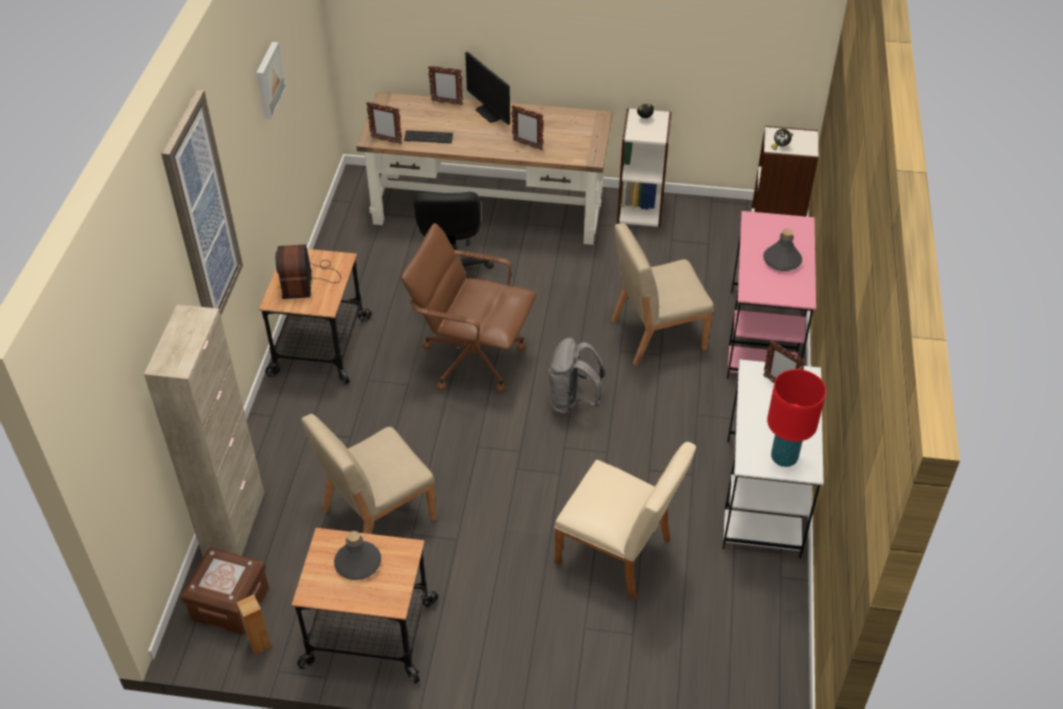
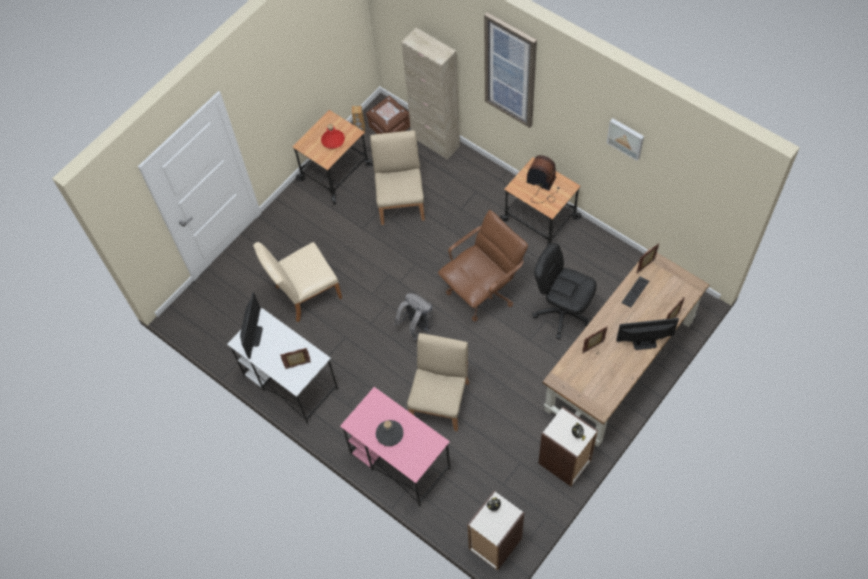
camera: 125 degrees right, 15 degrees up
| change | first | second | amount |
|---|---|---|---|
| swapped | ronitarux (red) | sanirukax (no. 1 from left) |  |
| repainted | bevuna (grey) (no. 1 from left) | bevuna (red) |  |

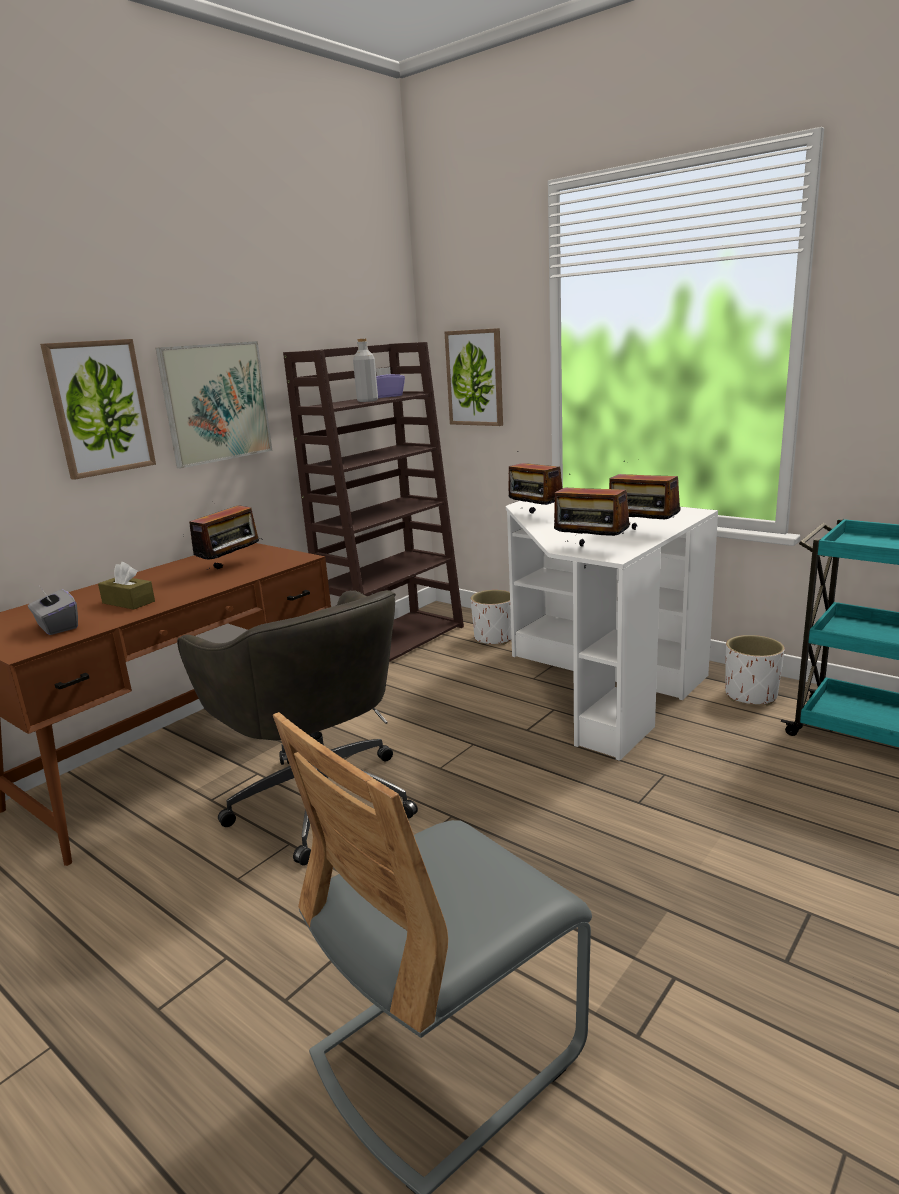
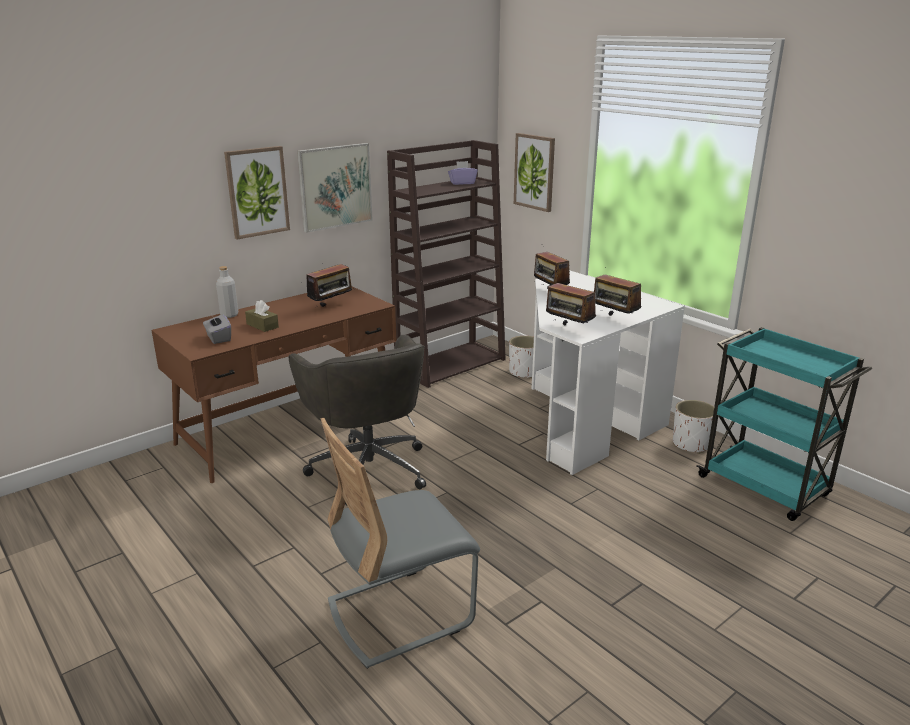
camera: 10 degrees right, 5 degrees up
| change | first | second | amount |
|---|---|---|---|
| shifted | bevuna (grey) |  |  |

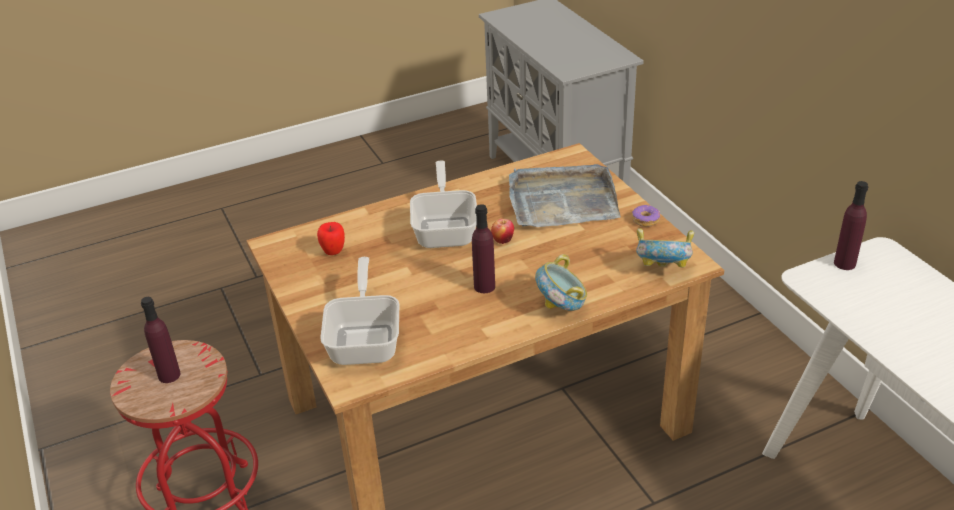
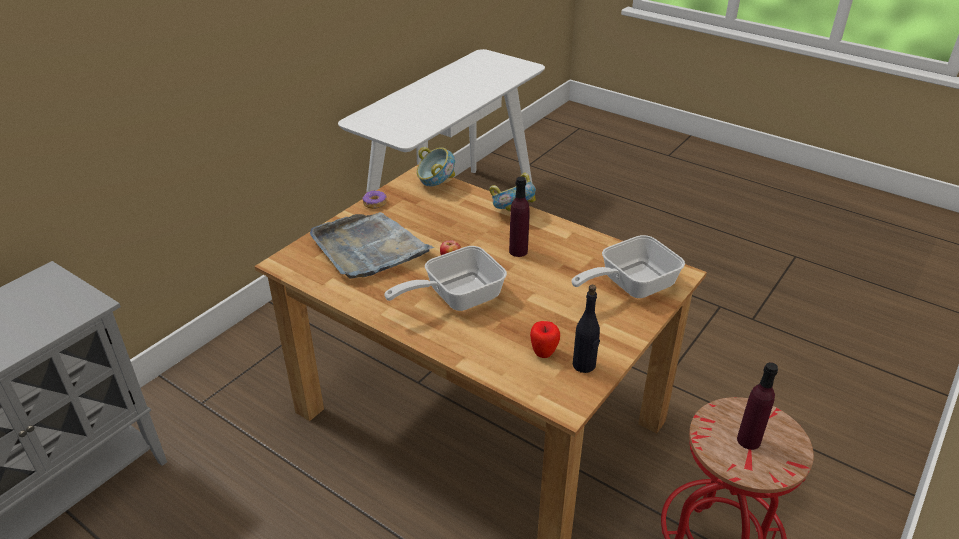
camera: 120 degrees left, 0 degrees up
| change | first | second | amount |
|---|---|---|---|
| new |  | bevuna (black) |  |
| gone | bevuna (purple) (no. 3 from left) |  |  |

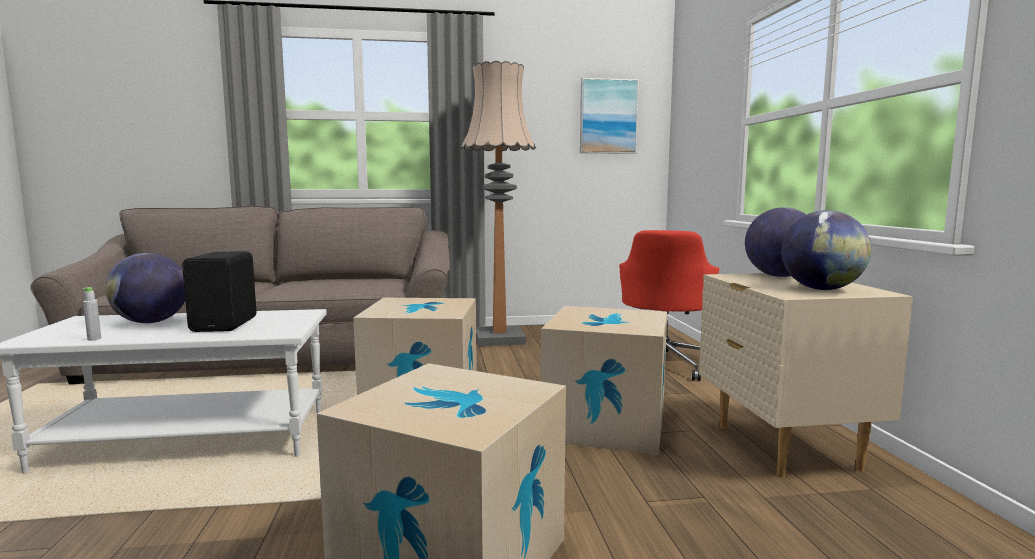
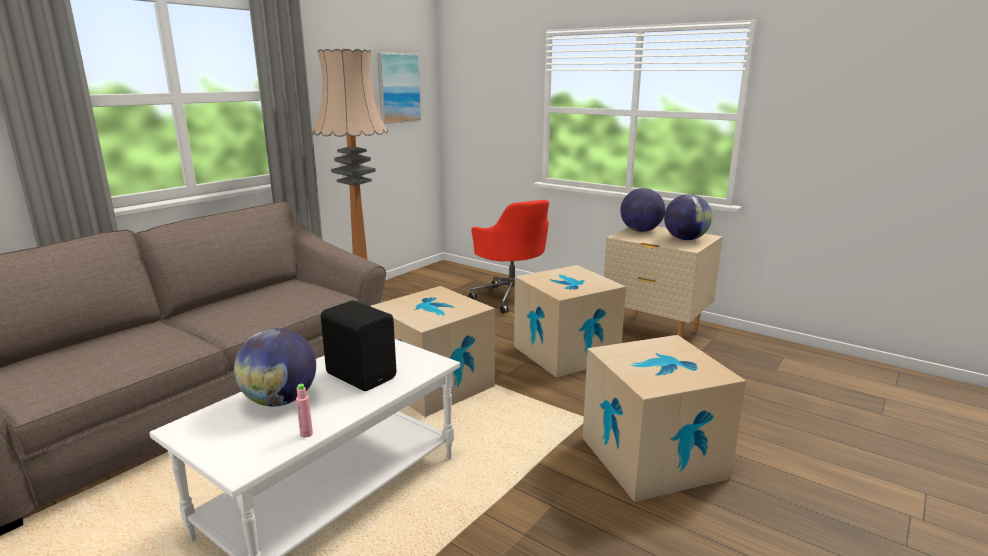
camera: 45 degrees left, 10 degrees up
| change | first | second | amount |
|---|---|---|---|
| repainted | bevuna (grey) | bevuna (pink) |  |

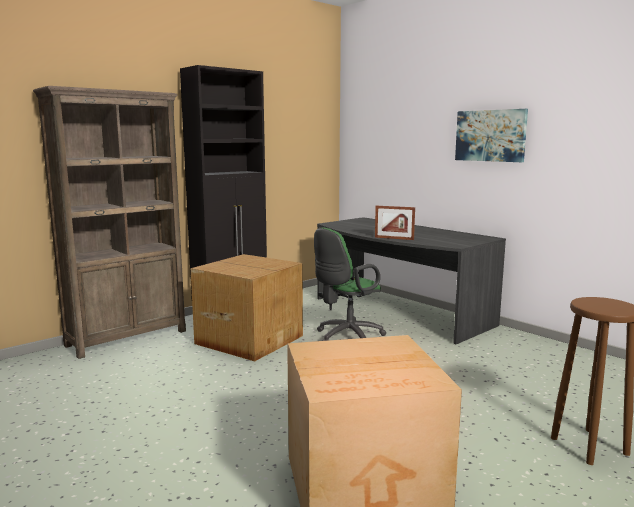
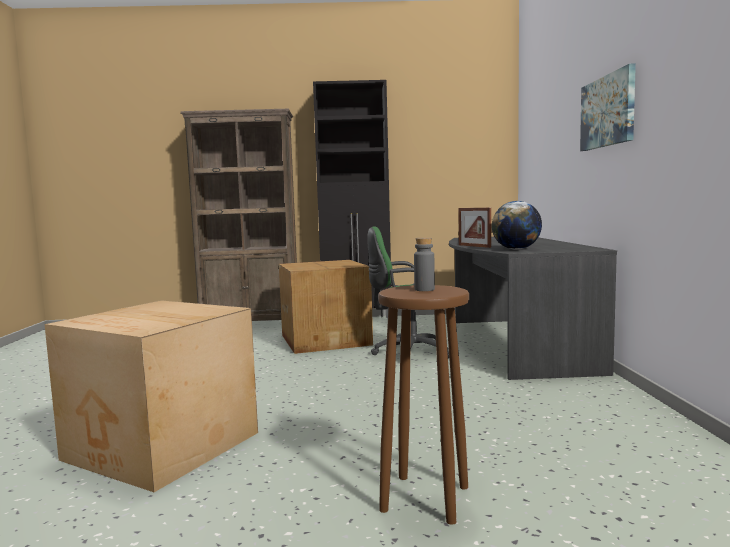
camera: 40 degrees right, 5 degrees down
| change | first | second | amount |
|---|---|---|---|
| new |  | bevuna (grey) |  |
| new |  | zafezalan |  |

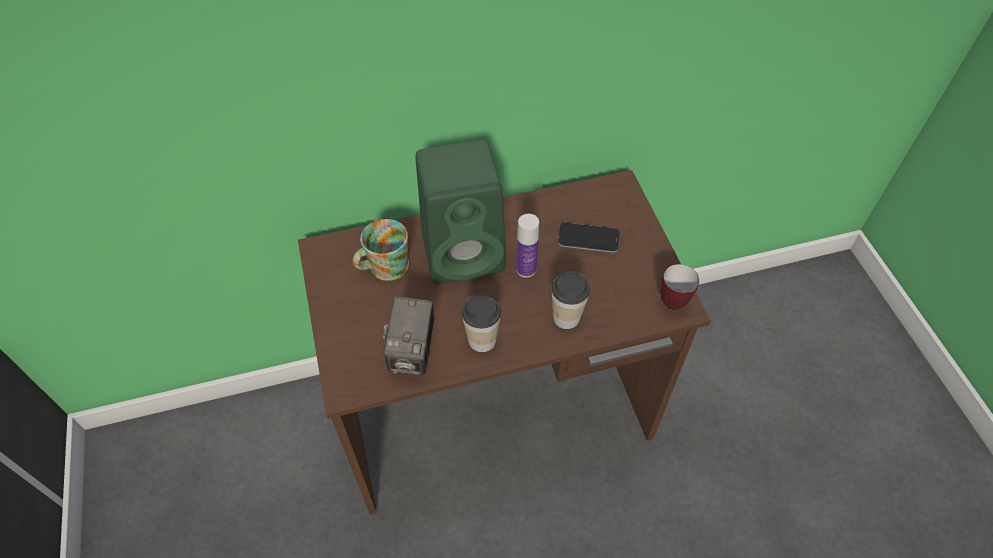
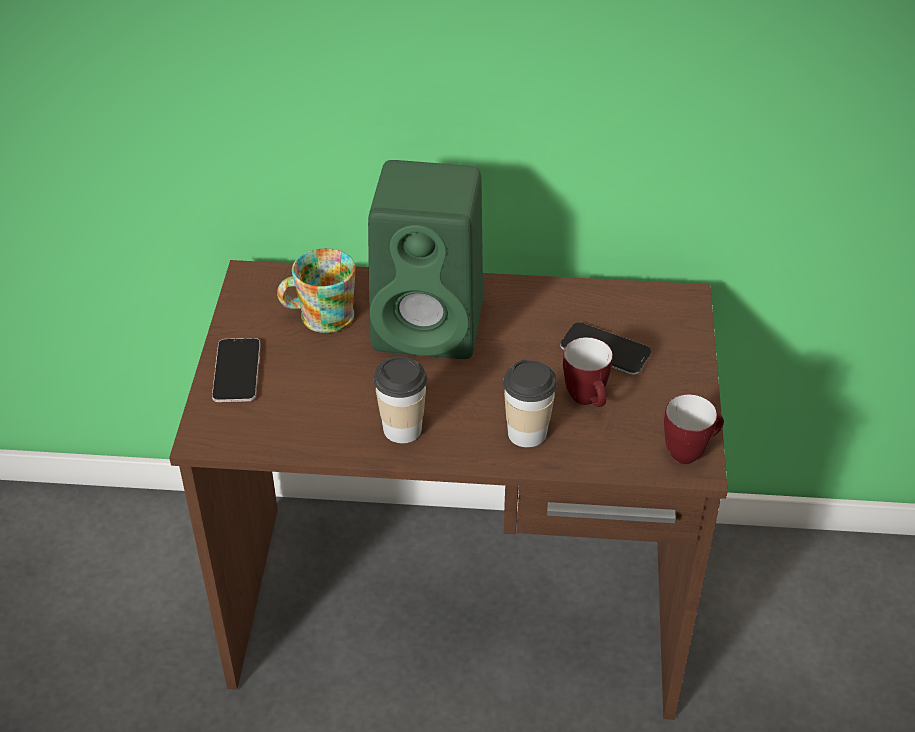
camera: 20 degrees right, 10 degrees down
| change | first | second | amount |
|---|---|---|---|
| new |  | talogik (no. 1 from left) |  |
| new |  | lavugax (no. 2 from left) |  |
| gone | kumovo |  |  |
| gone | bevuna |  |  |

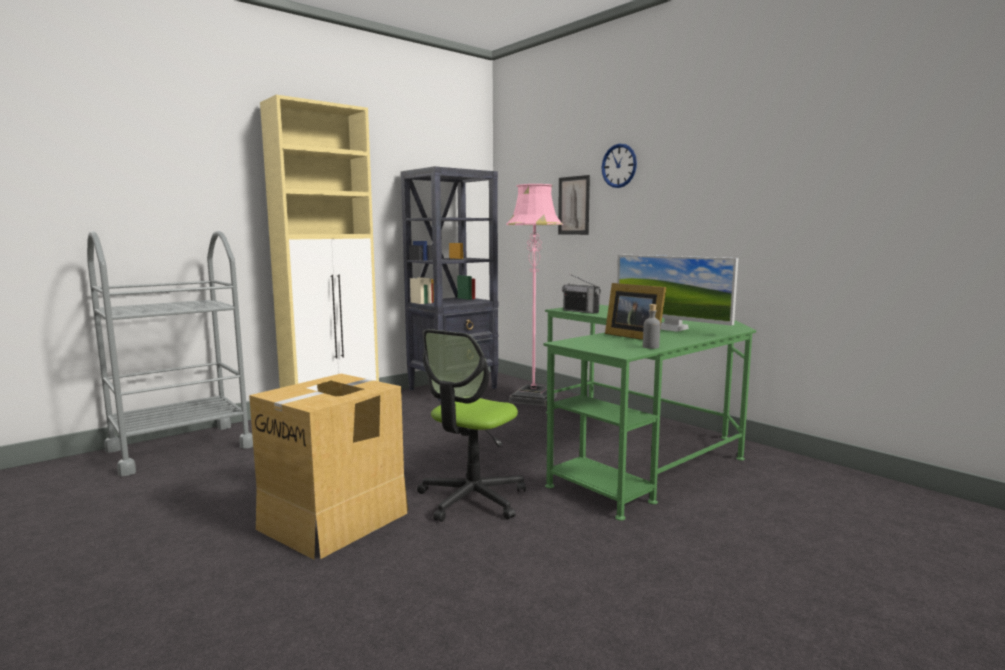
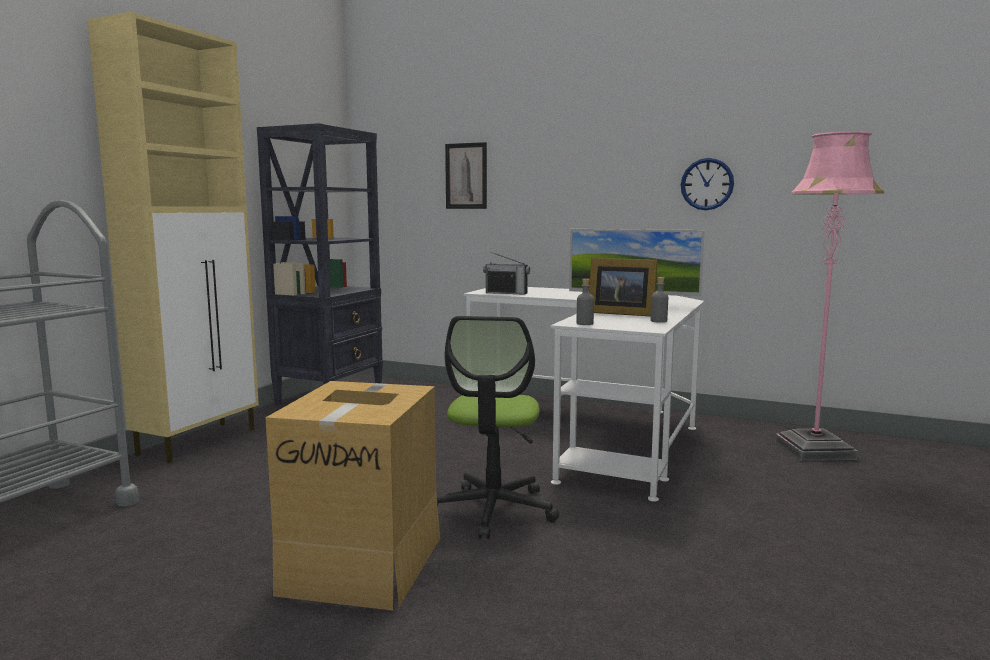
camera: 25 degrees left, 0 degrees up
| change | first | second | amount |
|---|---|---|---|
| repainted | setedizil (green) | setedizil (white) |  |
| new |  | bevuna (grey) (no. 1 from left) |  |
| shifted | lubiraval |  |  |
| shifted | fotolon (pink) |  |  |

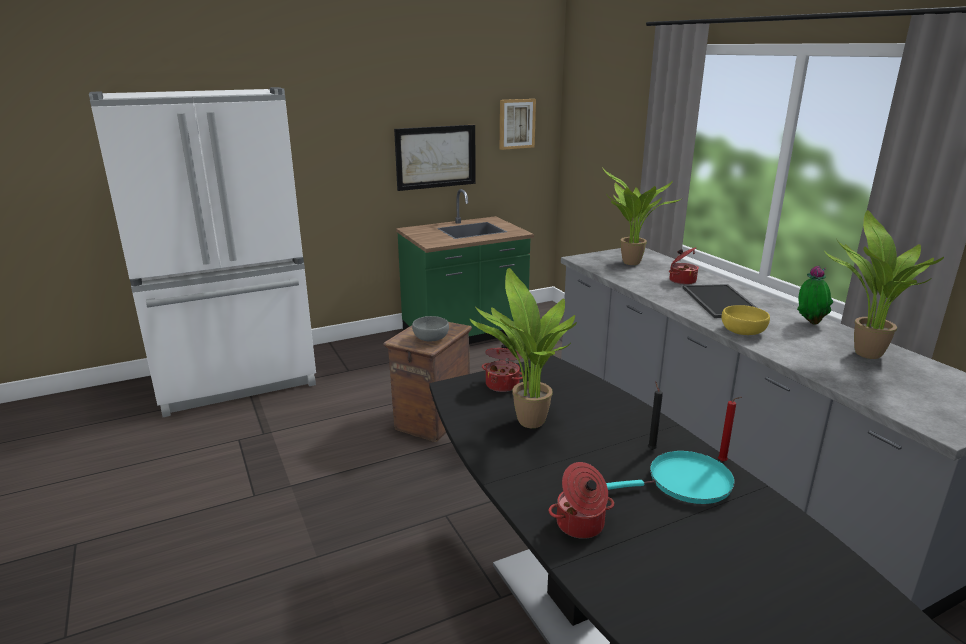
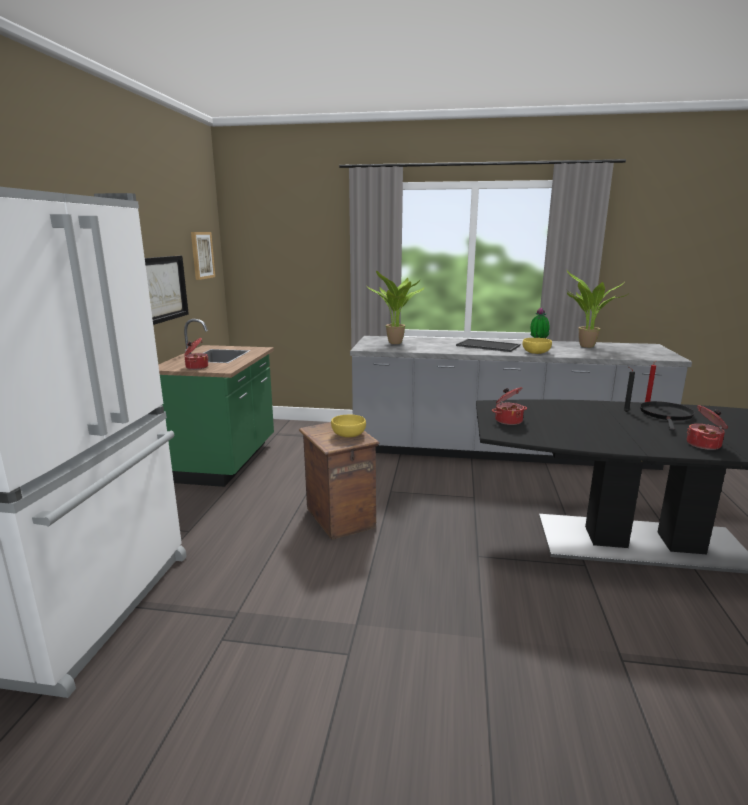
camera: 55 degrees left, 5 degrees down
| change | first | second | amount |
|---|---|---|---|
| shifted | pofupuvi (no. 3 from left in the first image) | pofupuvi (no. 1 from left) |  |
| repainted | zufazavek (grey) | zufazavek (yellow) (no. 1 from left) |  |
| repainted | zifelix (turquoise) | zifelix (black) |  |
| gone | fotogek (no. 1 from left) |  |  |

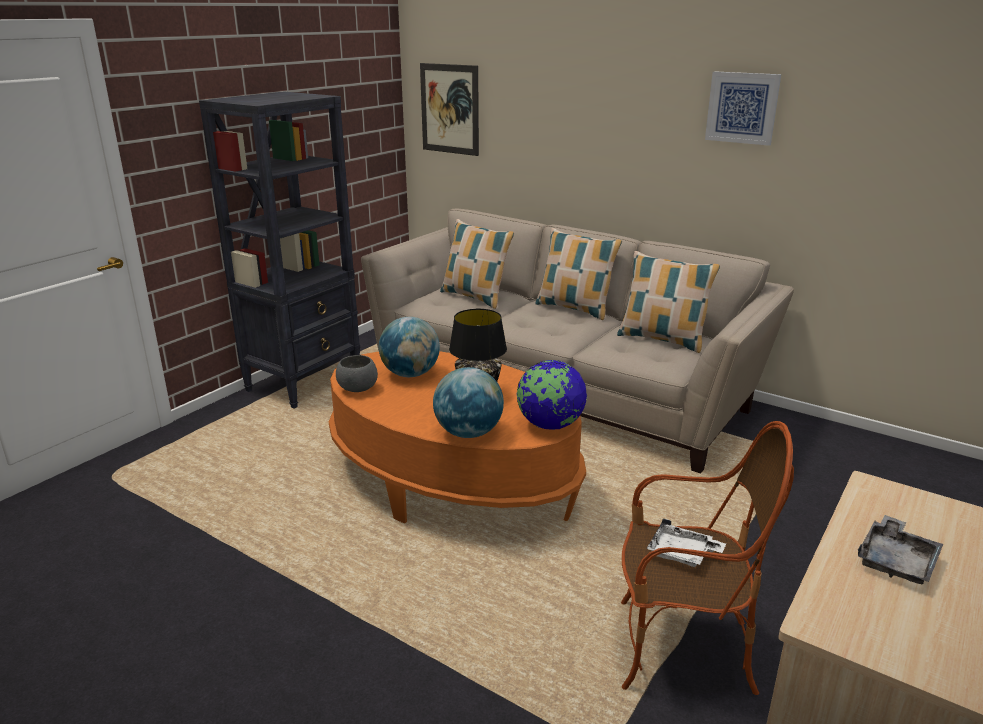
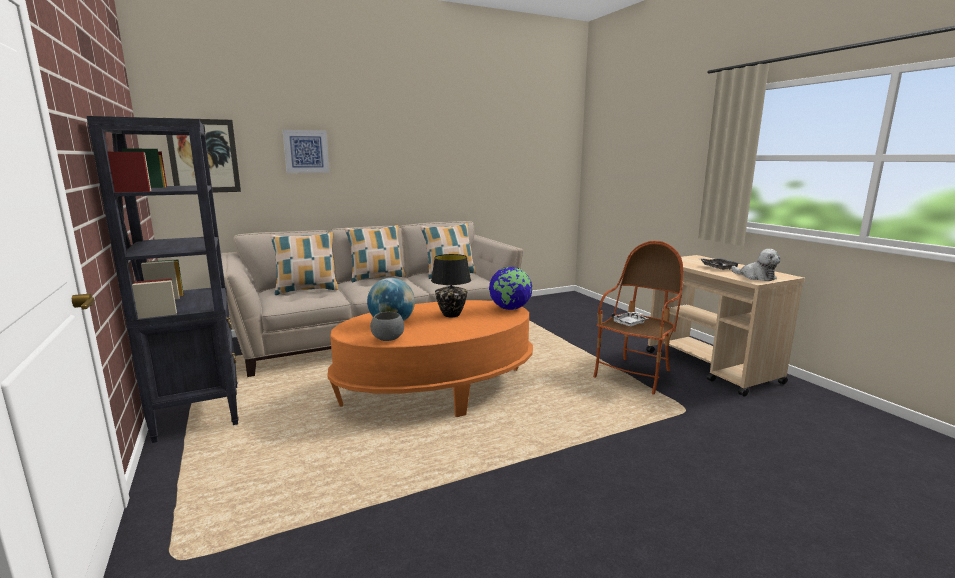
camera: 60 degrees left, 10 degrees down
| change | first | second | amount |
|---|---|---|---|
| shifted | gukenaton (no. 2 from left) |  |  |
| new |  | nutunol |  |
| gone | zafezalan (no. 2 from left) |  |  |

